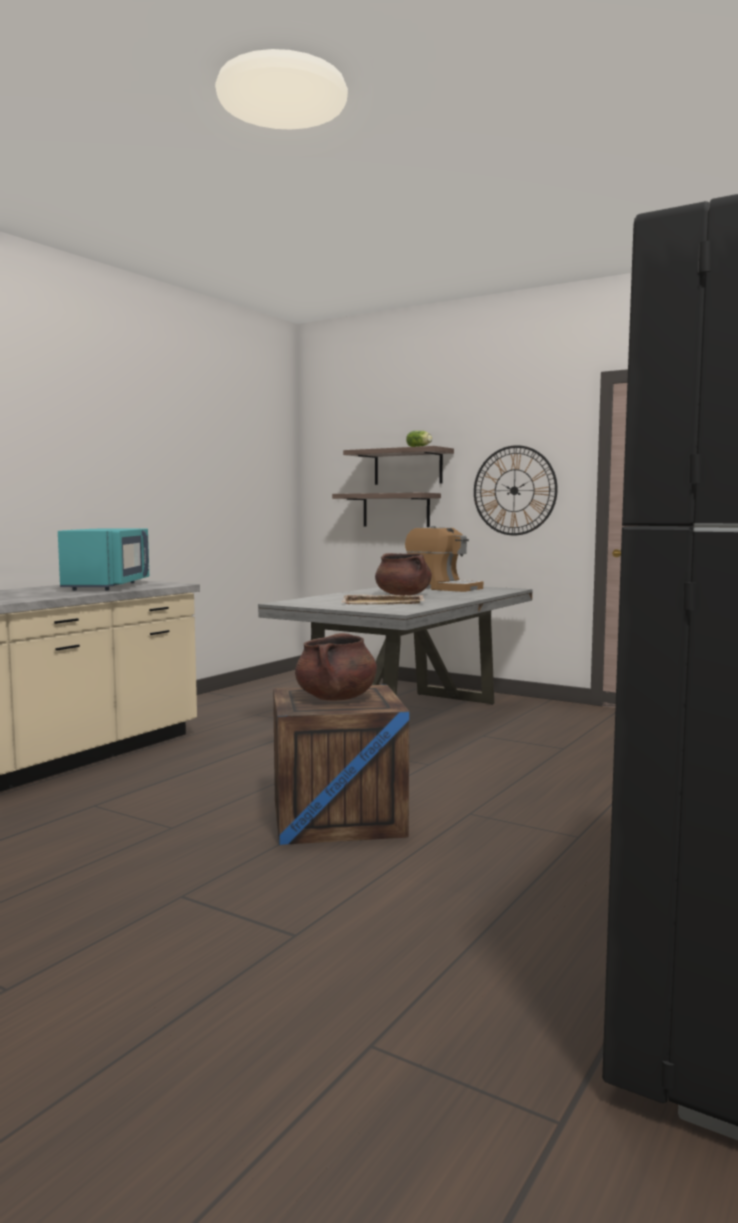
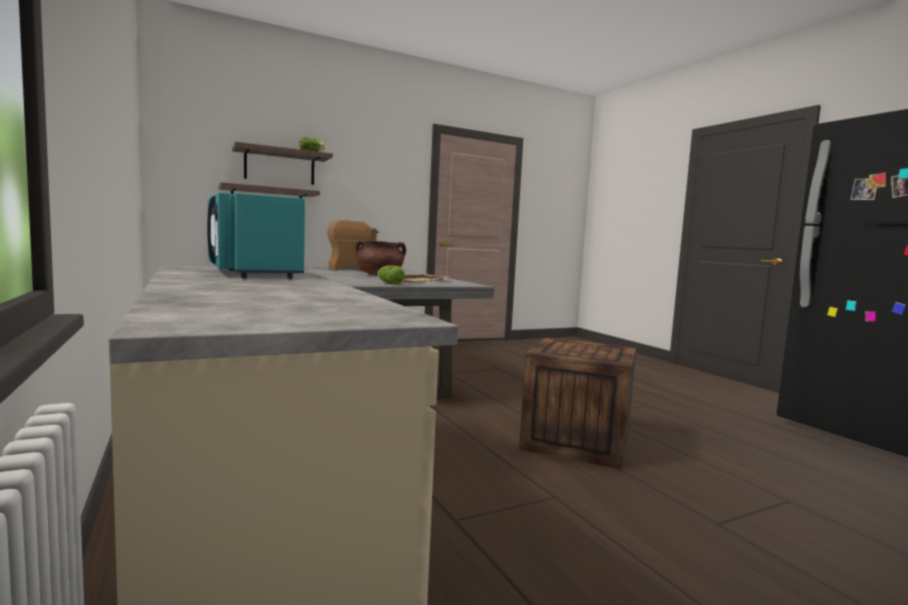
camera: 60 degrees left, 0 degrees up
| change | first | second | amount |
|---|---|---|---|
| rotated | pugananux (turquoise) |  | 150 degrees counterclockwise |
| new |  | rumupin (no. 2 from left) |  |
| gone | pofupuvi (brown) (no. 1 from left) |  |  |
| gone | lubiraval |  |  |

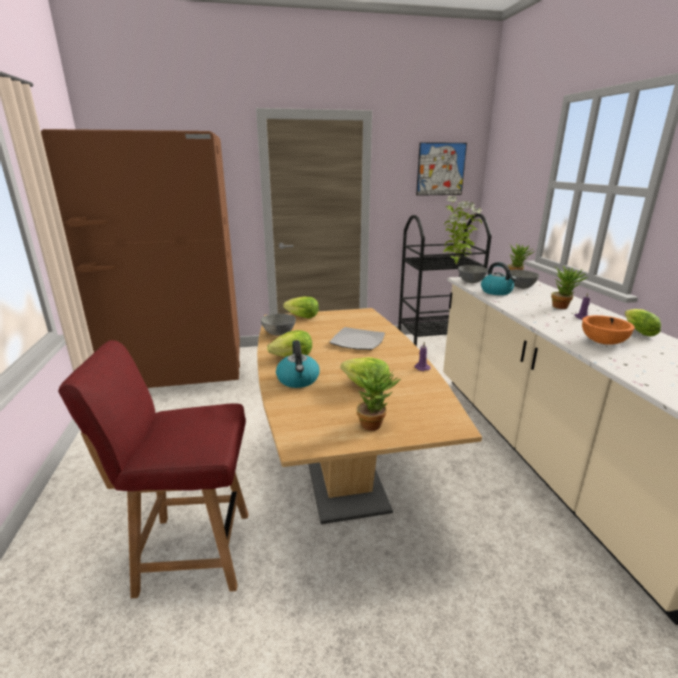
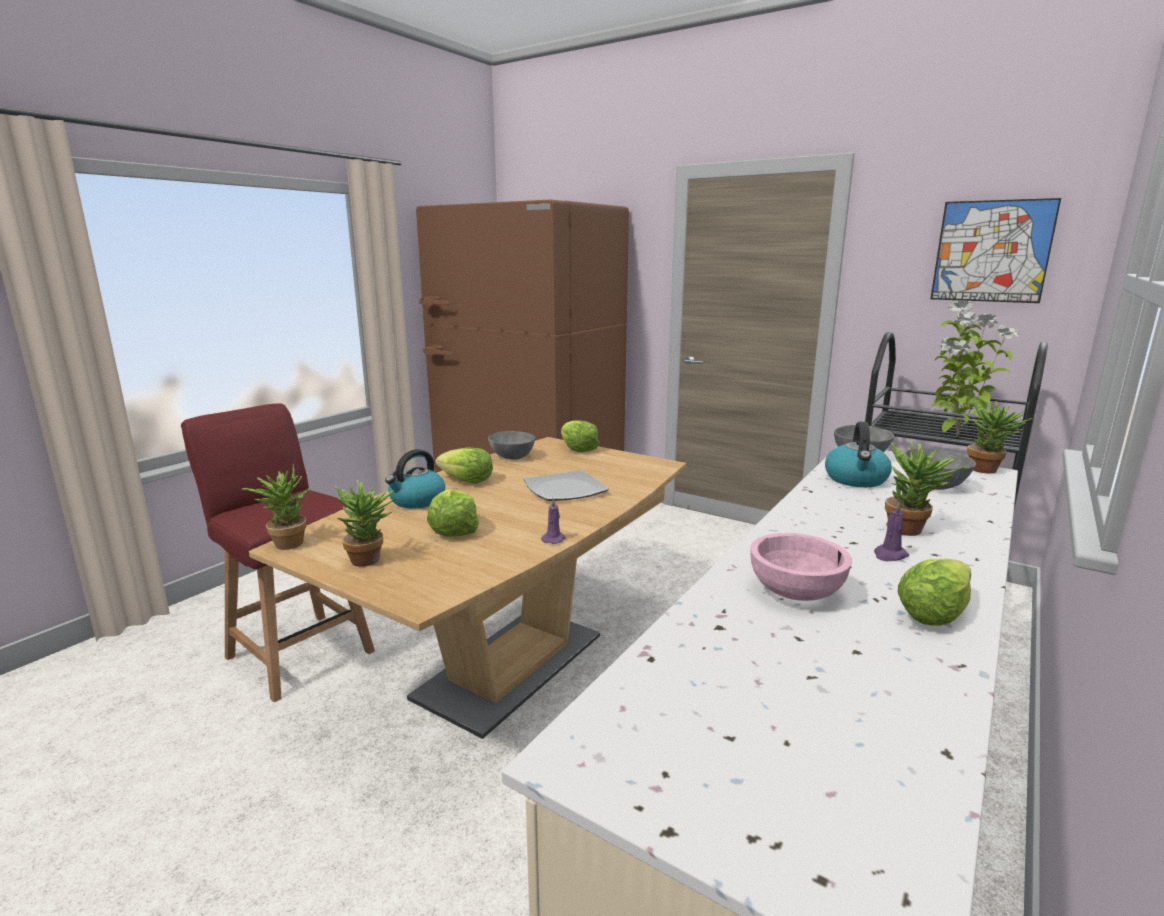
camera: 45 degrees right, 5 degrees down
| change | first | second | amount |
|---|---|---|---|
| new |  | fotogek (no. 1 from left) |  |
| repainted | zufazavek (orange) | zufazavek (pink) |  |

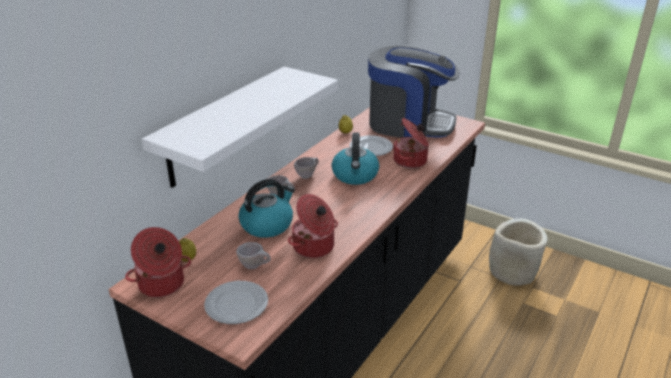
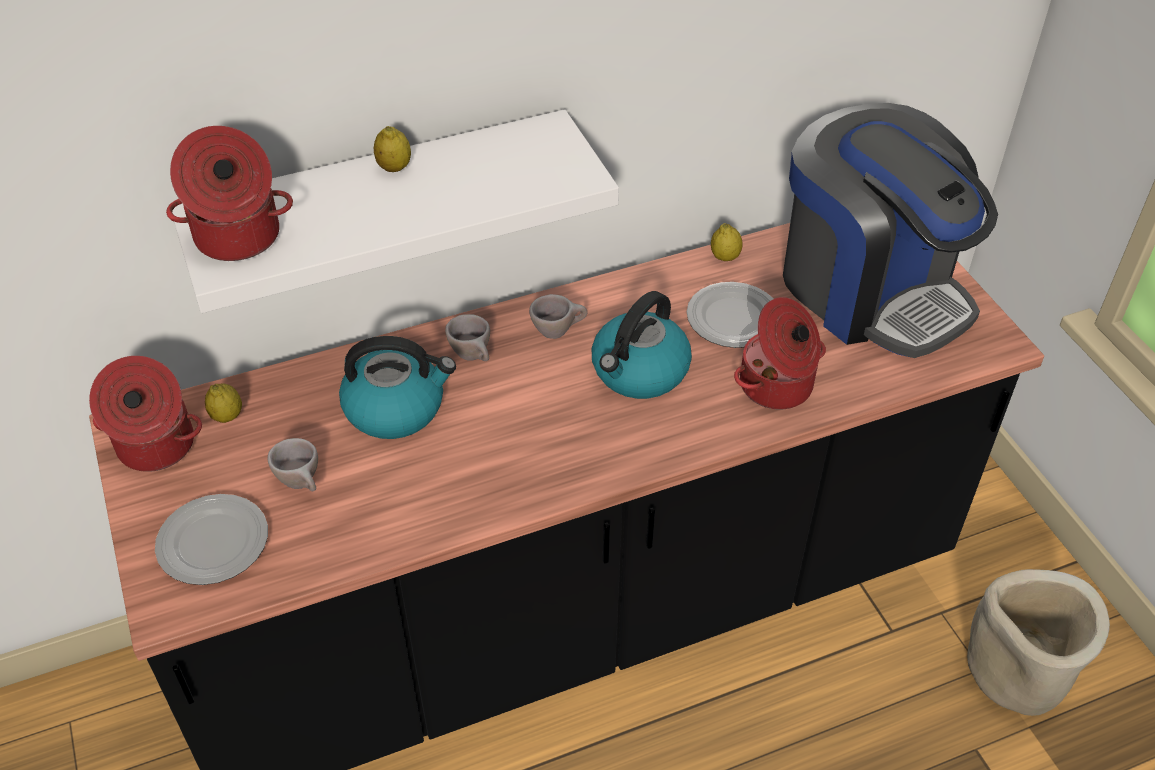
camera: 35 degrees right, 15 degrees up
| change | first | second | amount |
|---|---|---|---|
| shifted | pofupuvi (no. 2 from left) |  |  |
| new |  | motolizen (no. 2 from left) |  |

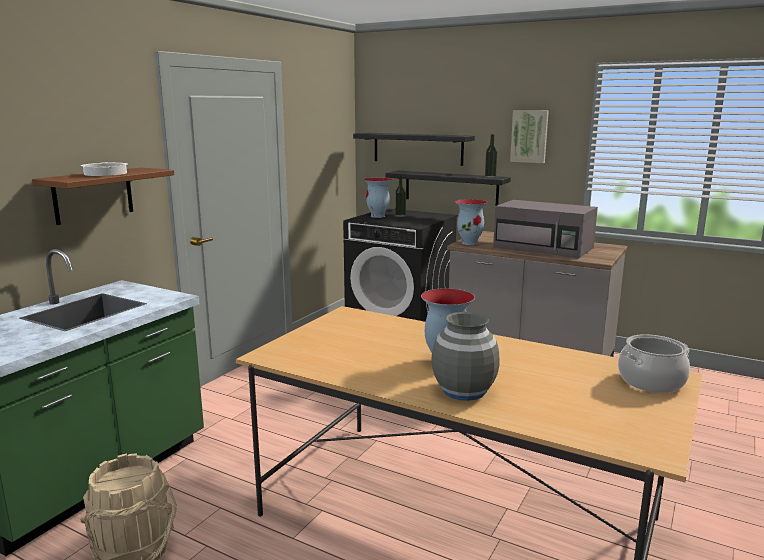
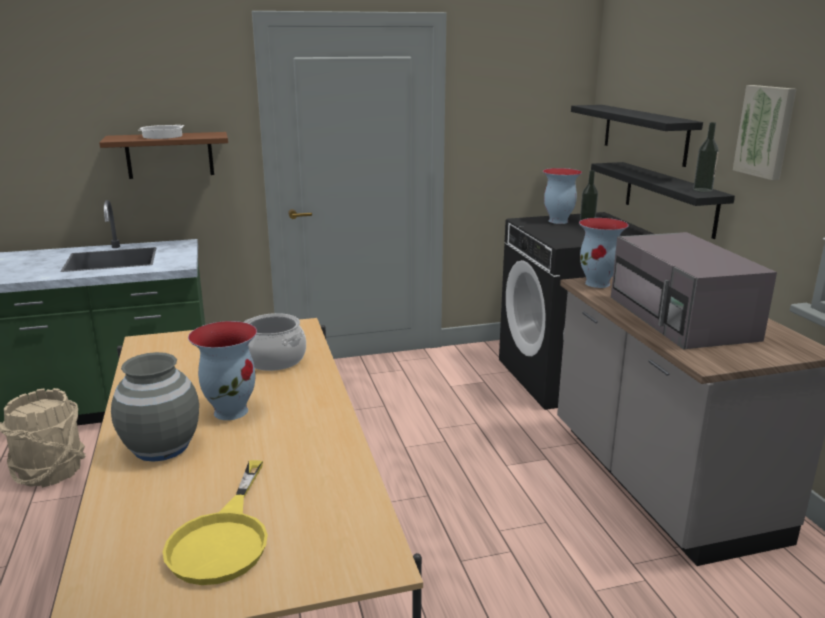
camera: 45 degrees right, 5 degrees up
| change | first | second | amount |
|---|---|---|---|
| new |  | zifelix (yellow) |  |
| shifted | pofupuvi (no. 2 from left) |  |  |

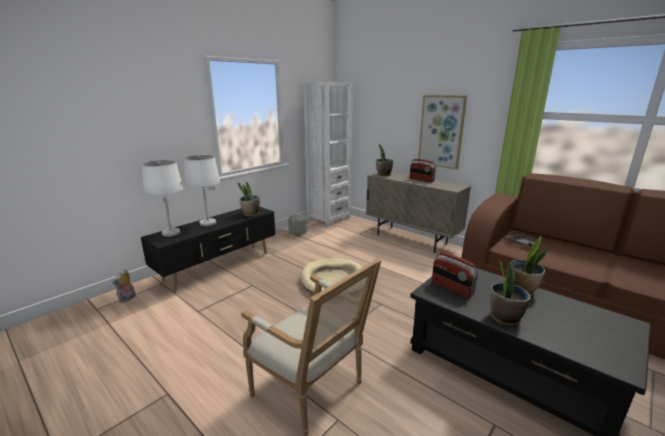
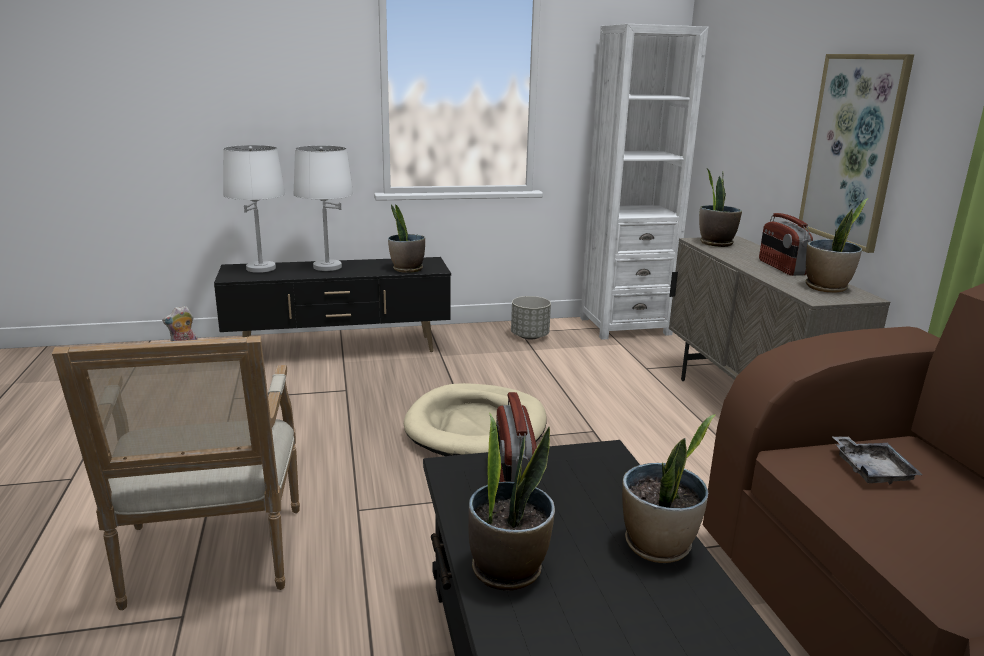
camera: 35 degrees right, 0 degrees up
| change | first | second | amount |
|---|---|---|---|
| new |  | fotogek (no. 5 from left) |  |

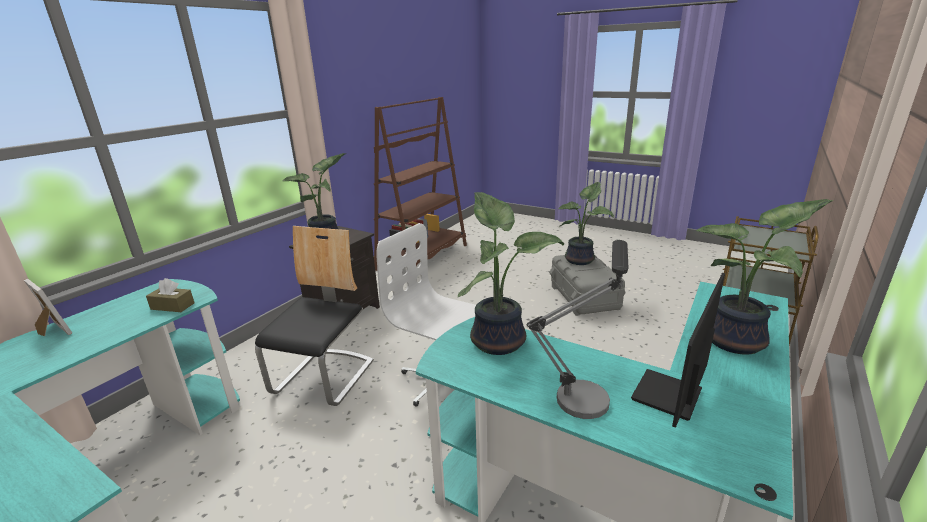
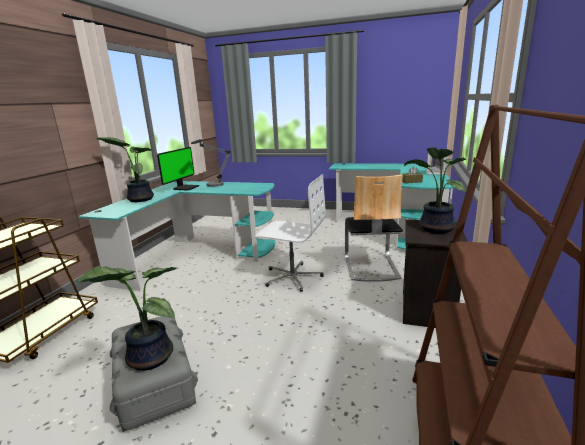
camera: 165 degrees right, 5 degrees down
| change | first | second | amount |
|---|---|---|---|
| gone | fotogek (no. 2 from left) |  |  |

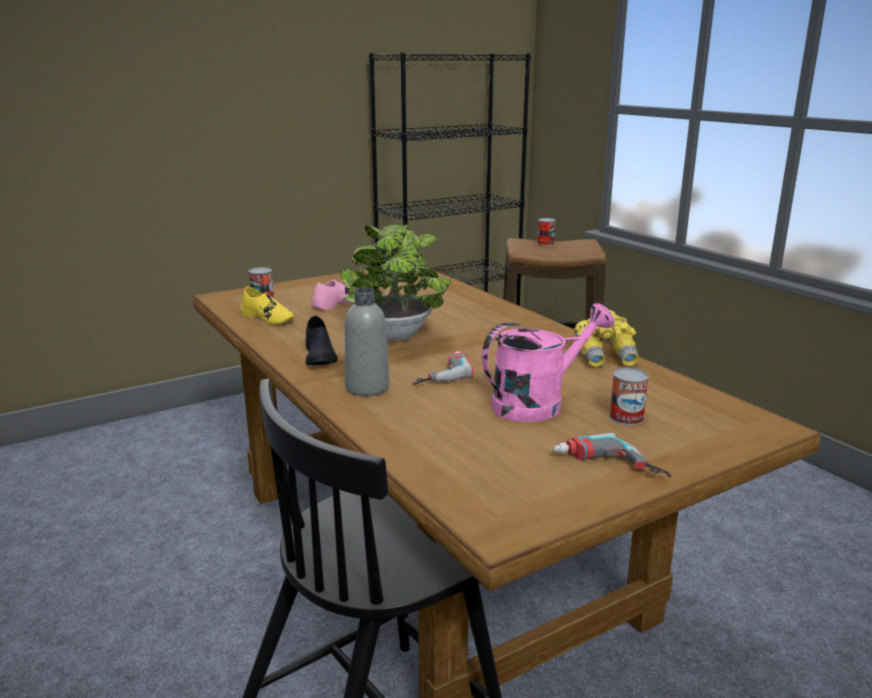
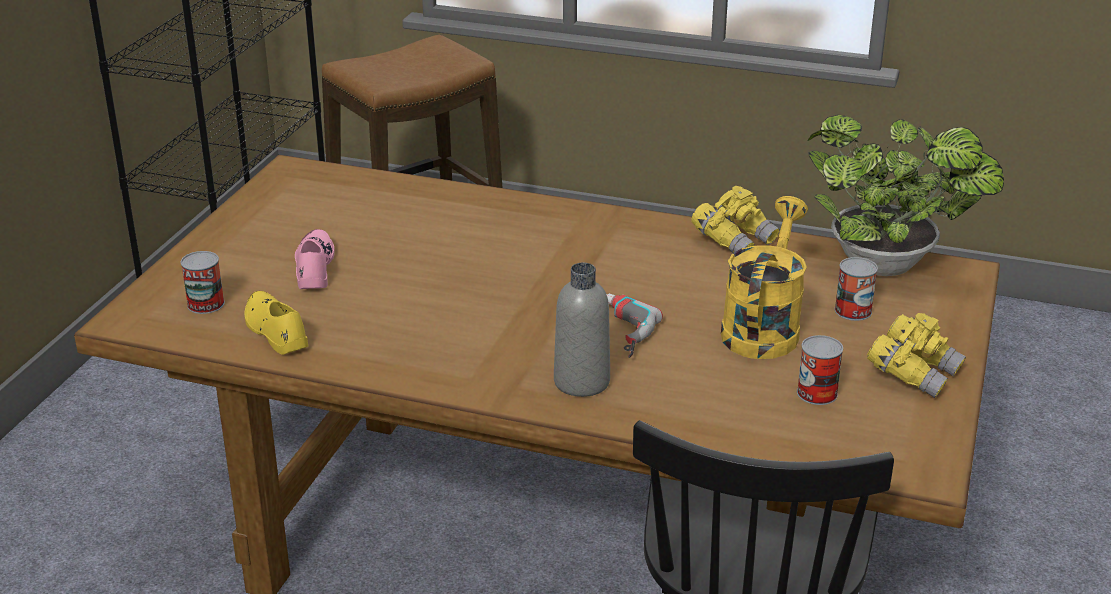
camera: 40 degrees left, 10 degrees up
| change | first | second | amount |
|---|---|---|---|
| rotated | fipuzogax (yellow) |  | 120 degrees counterclockwise |
| repainted | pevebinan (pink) | pevebinan (yellow) |  |
| shifted | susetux (no. 2 from left) |  |  |
| shifted | fotogek |  |  |
| swapped | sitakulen (no. 2 from left) | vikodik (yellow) (no. 2 from left) |  |
| gone | fipuzogax (black) |  |  |

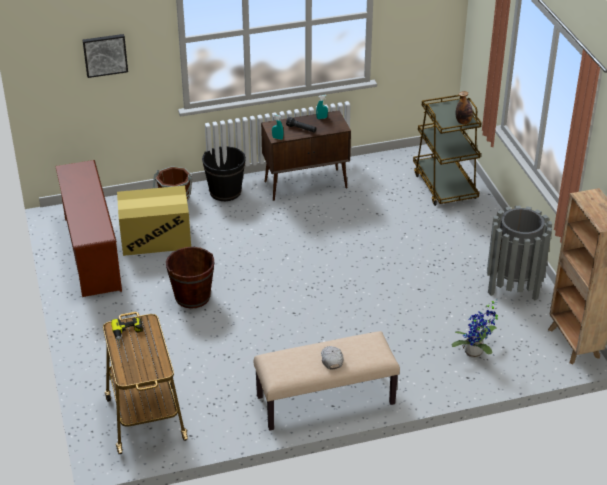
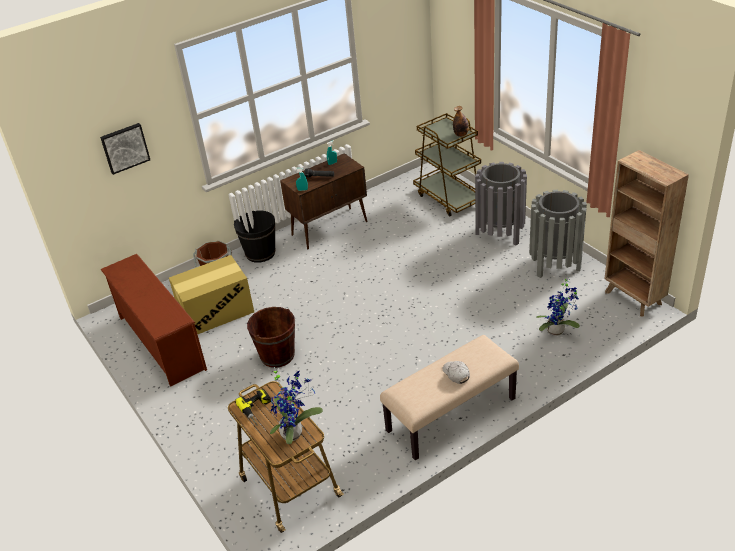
camera: 15 degrees left, 0 degrees up
| change | first | second | amount |
|---|---|---|---|
| new |  | fotogek (no. 1 from left) |  |
| new |  | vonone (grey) (no. 1 from left) |  |

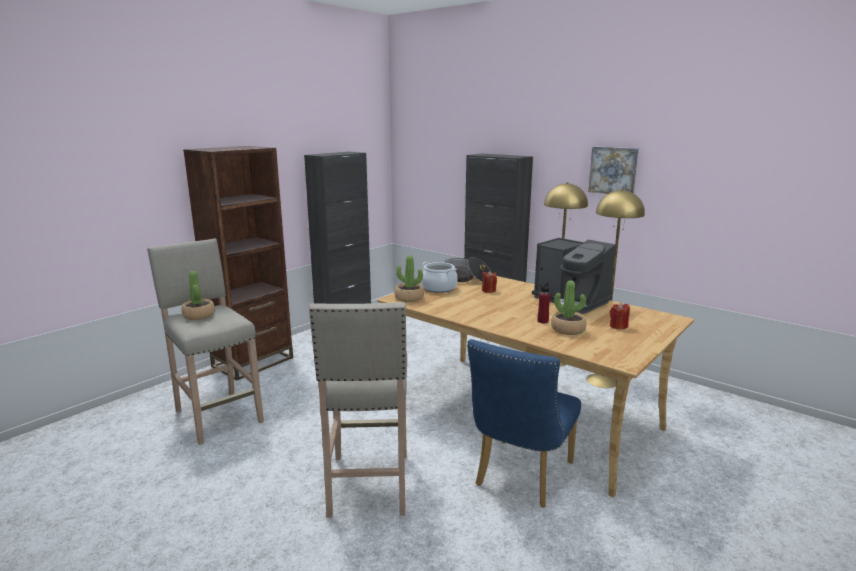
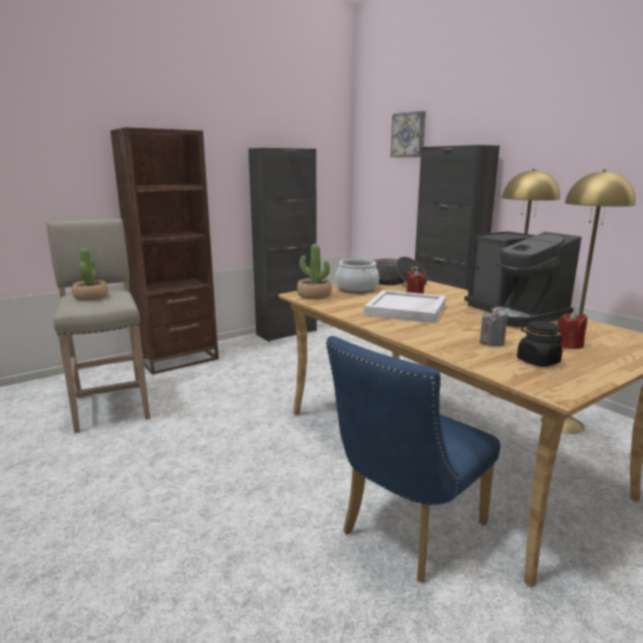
camera: 15 degrees right, 0 degrees up
| change | first | second | amount |
|---|---|---|---|
| new |  | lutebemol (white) |  |
| shifted | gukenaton |  |  |
| swapped | fotogek (no. 3 from left) | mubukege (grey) |  |
| new |  | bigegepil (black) |  |
| gone | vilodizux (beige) (no. 2 from left) |  |  |
| gone | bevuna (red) |  |  |

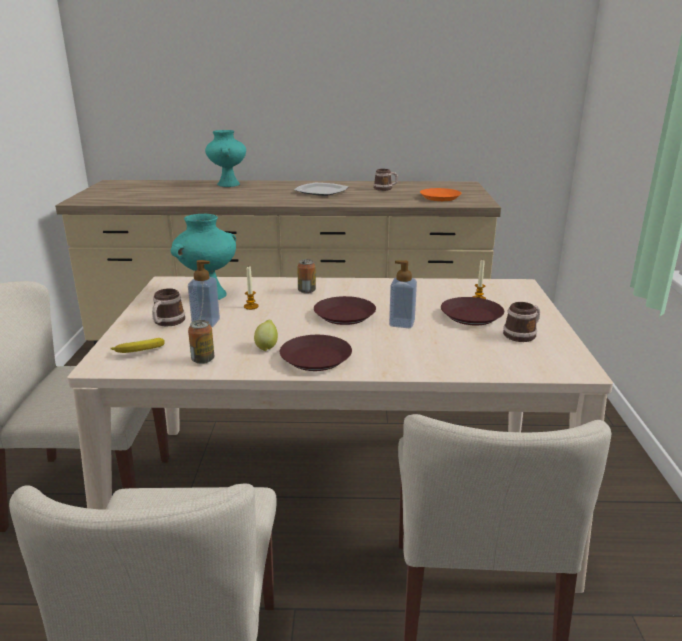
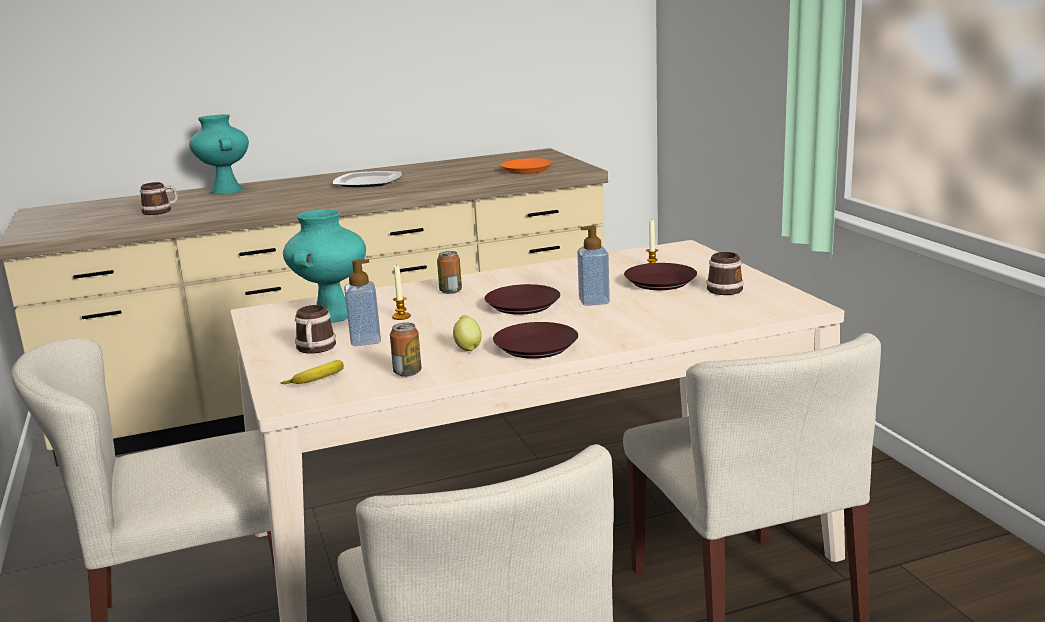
camera: 20 degrees left, 5 degrees down
| change | first | second | amount |
|---|---|---|---|
| shifted | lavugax (no. 2 from left in the first image) | lavugax (no. 1 from left) |  |

